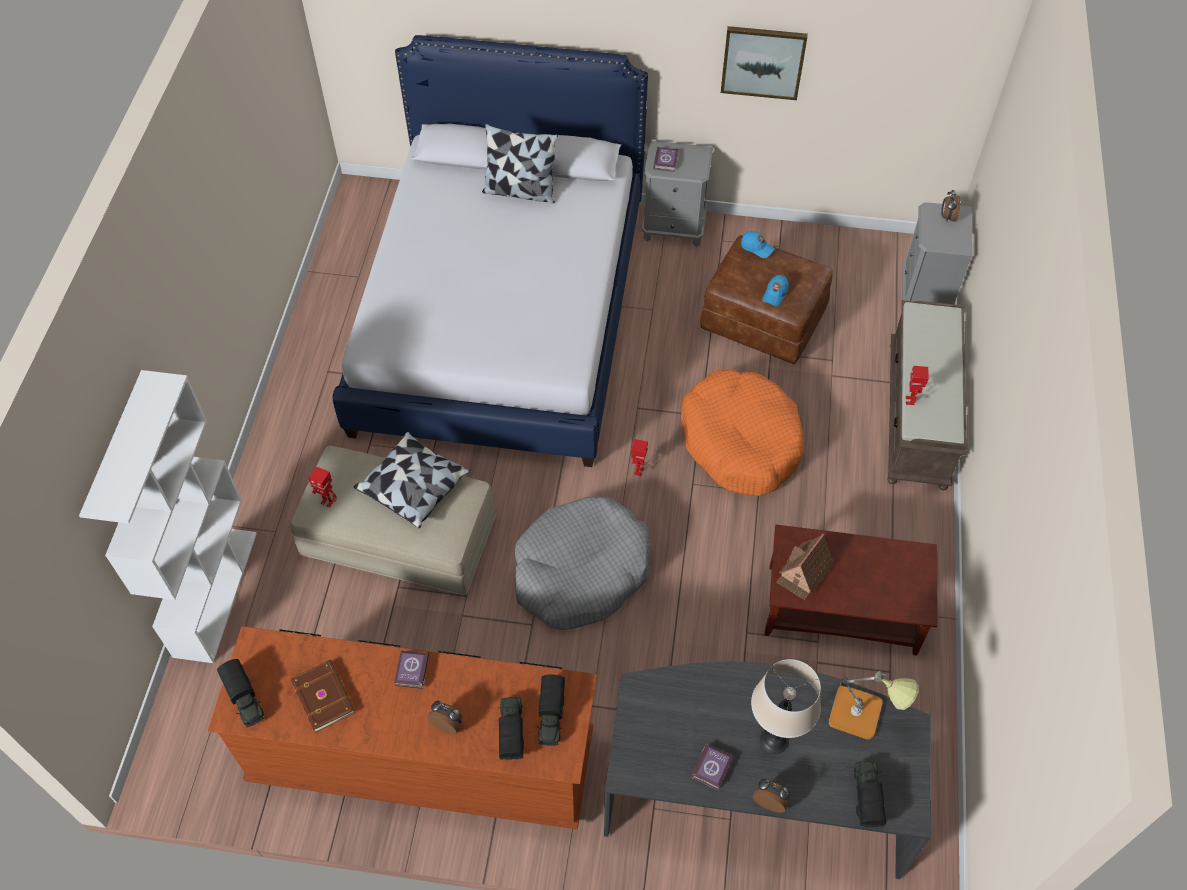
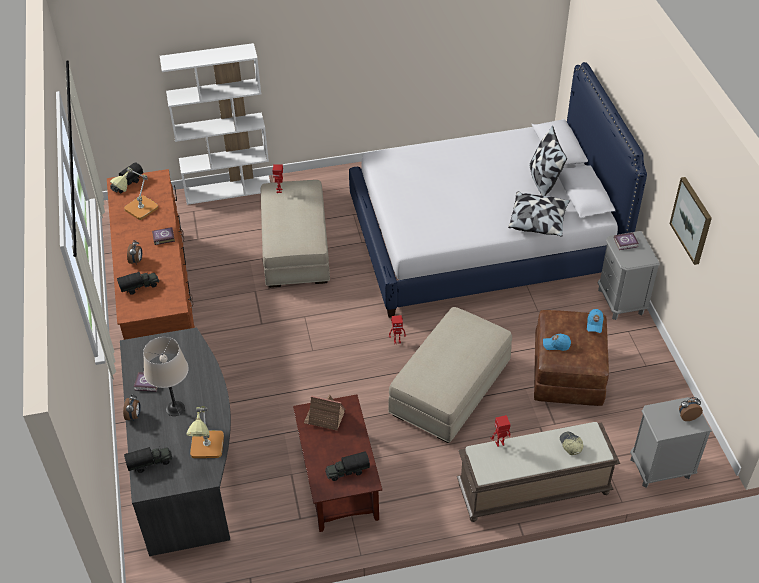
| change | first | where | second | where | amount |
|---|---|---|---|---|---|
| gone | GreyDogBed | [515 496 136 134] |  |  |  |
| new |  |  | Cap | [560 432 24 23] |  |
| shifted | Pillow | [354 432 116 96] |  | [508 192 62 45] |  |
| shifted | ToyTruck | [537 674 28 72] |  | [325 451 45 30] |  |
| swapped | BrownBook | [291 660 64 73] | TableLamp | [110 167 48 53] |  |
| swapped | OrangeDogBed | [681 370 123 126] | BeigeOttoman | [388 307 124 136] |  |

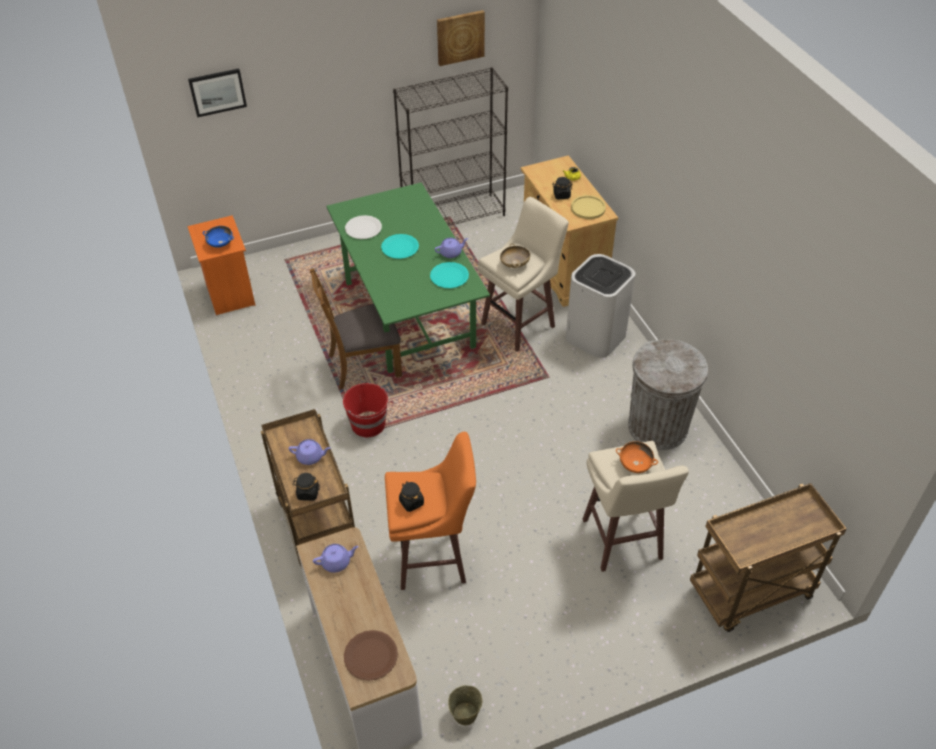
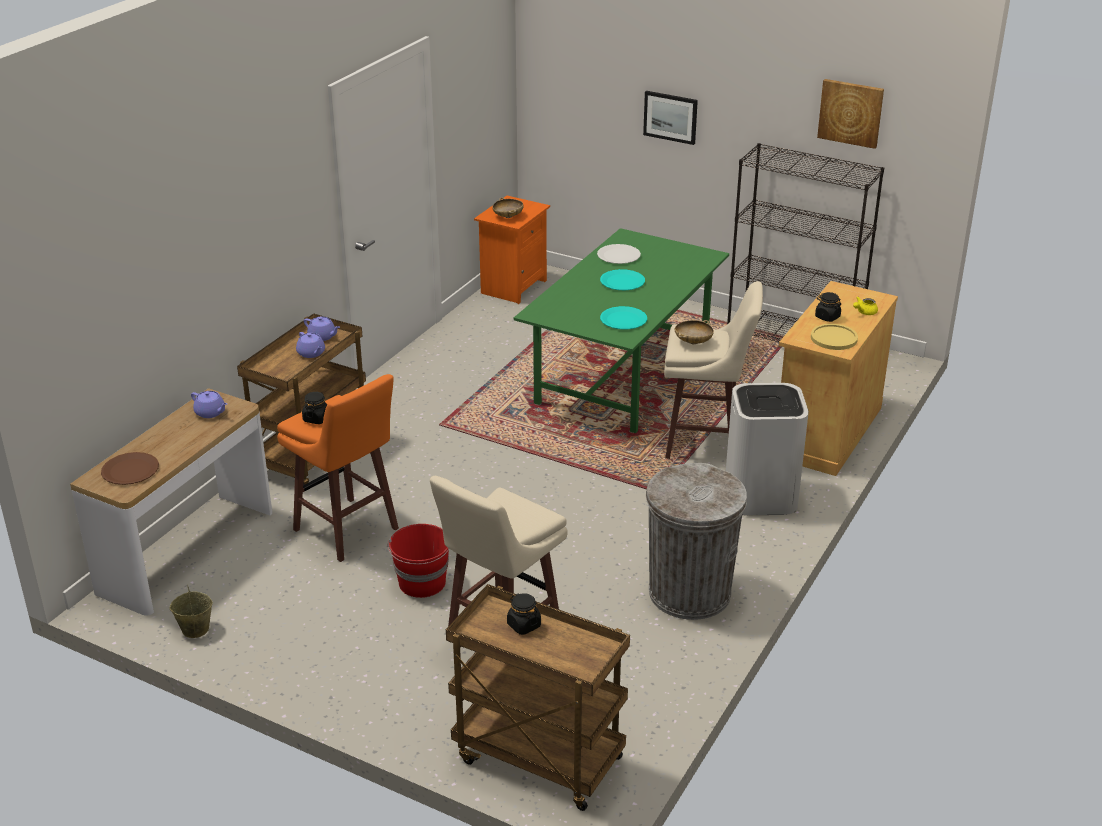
| change | first | where | second | where | amount |
|---|---|---|---|---|---|
| gone | BrownChair | [310 268 92 121] |  |  |  |
| gone | OrangeBowl | [616 441 42 32] |  |  |  |
| shifted | Picture | [188 68 59 49] |  | [643 91 55 54] |  |
| shifted | BlackJar | [292 473 28 28] |  | [507 593 34 42] |  |
| shifted | RedBucket | [343 383 47 54] |  | [388 524 61 74] |  |
| shifted | PurpleTeapot | [435 238 33 20] |  | [304 316 36 25] |  |
| repainted | BlueBowl | [203 226 31 22] | BeigeBowl | [492 198 31 20] |  |

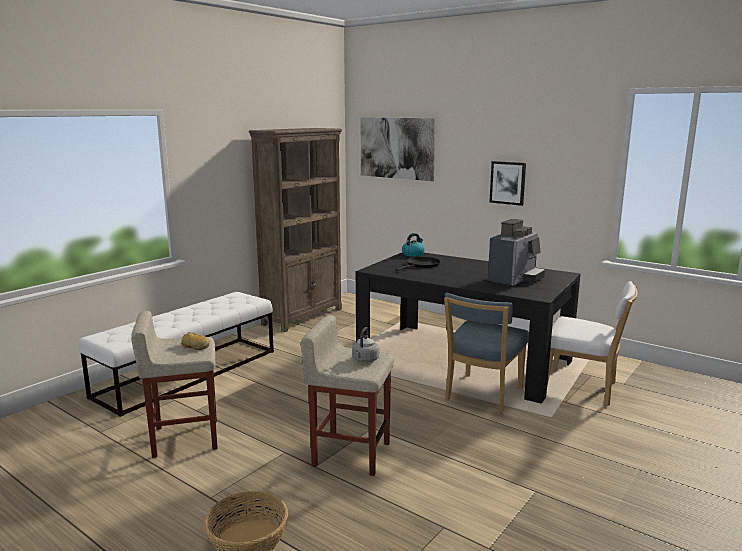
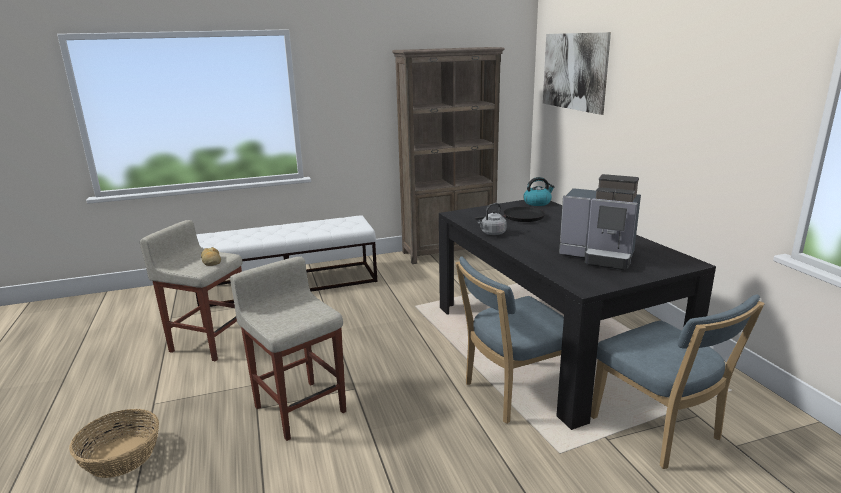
| change | first | where | second | where | amount |
|---|---|---|---|---|---|
| gone | Picture | [489 161 37 45] |  |  |  |
| shifted | GreyKettle | [352 327 27 36] |  | [478 203 29 32] |  |
| repainted | WhiteChair | [547 281 91 125] | BlueChair | [591 294 174 175] |  |
| rotated | CoffeeMachine | [488 219 57 67] |  | [559 174 82 96] | 45 degrees clockwise |

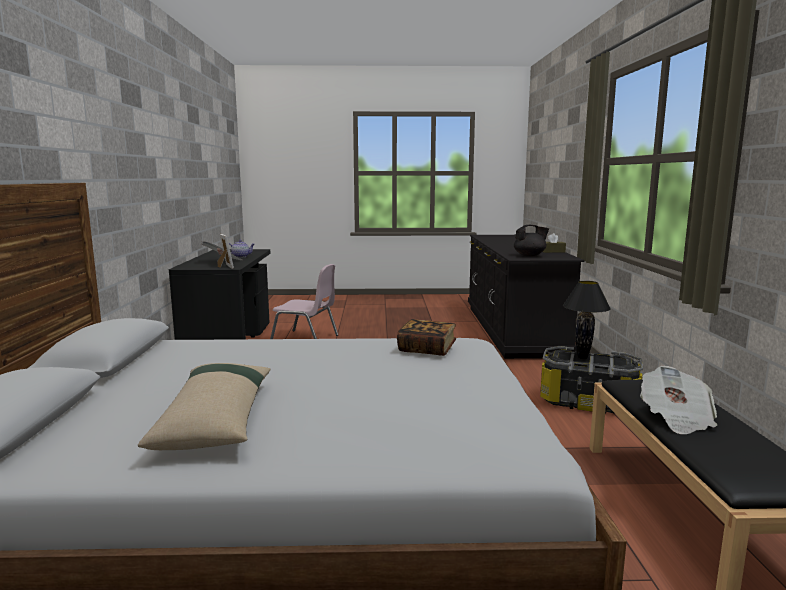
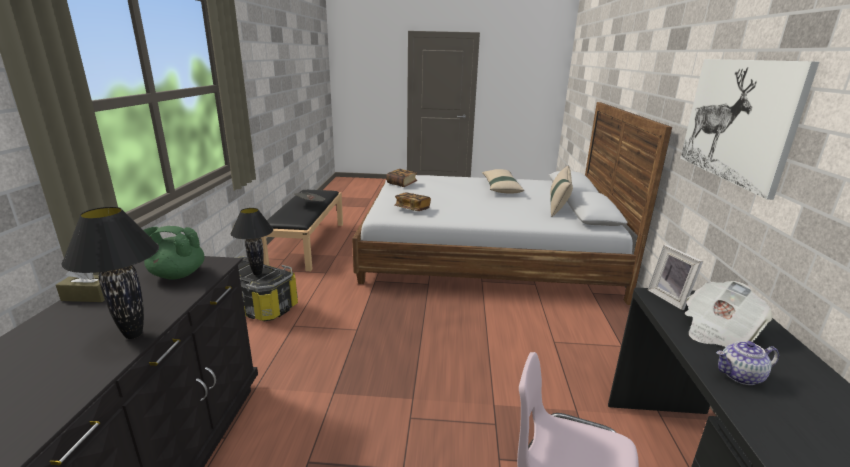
| change | first | where | second | where | amount |
|---|---|---|---|---|---|
| new |  |  | BlackTableLamp | [62 207 97 132] |  |
| new |  |  | Book | [386 169 31 18] |  |
| new |  |  | BeigePillow | [550 166 23 51] |  |
| new |  |  | Picture | [680 59 139 141] |  |
| repainted | BlackTeapot | [514 225 35 31] | GreenTeapot | [144 226 60 53] |  |

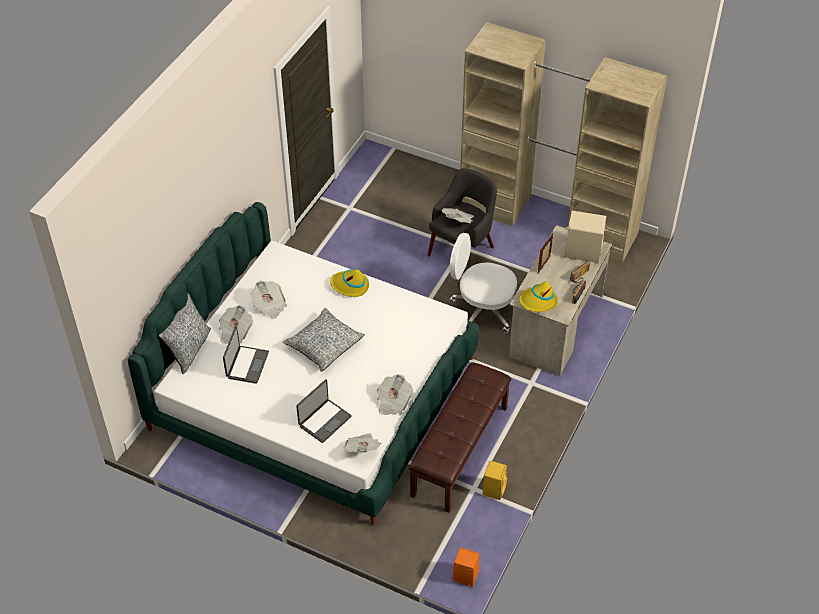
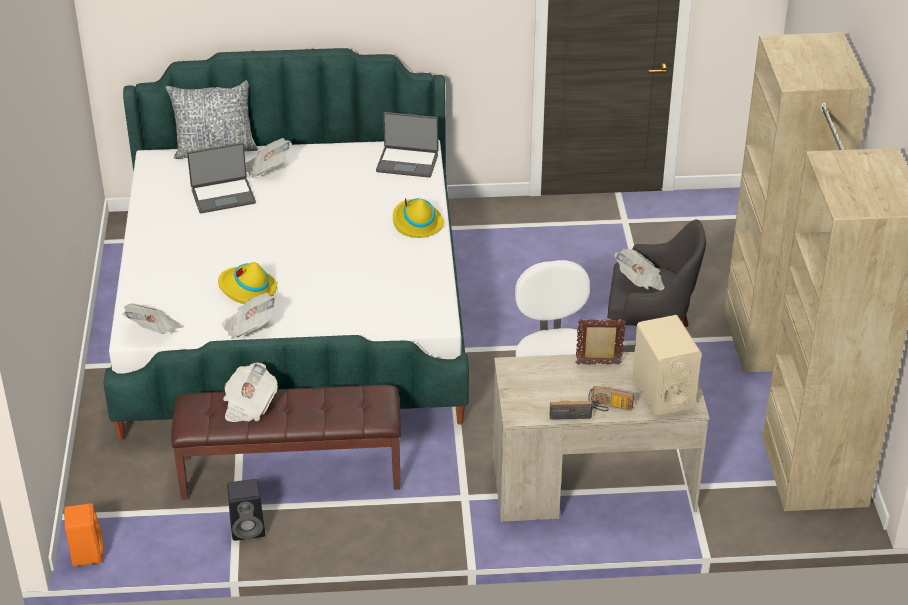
| change | first | where | second | where | amount |
|---|---|---|---|---|---|
| gone | Pillow | [282 308 83 64] |  |  |  |
| shifted | Newspaper | [251 280 36 39] |  | [223 363 55 59] |  |
| shifted | Laptop | [296 379 56 64] |  | [376 112 62 66] |  |
| shifted | YellowHat | [519 281 39 31] |  | [218 262 59 42] |  |
| repainted | YellowSpeaker | [482 461 25 39] | BlackSpeaker | [227 479 38 62] |  |

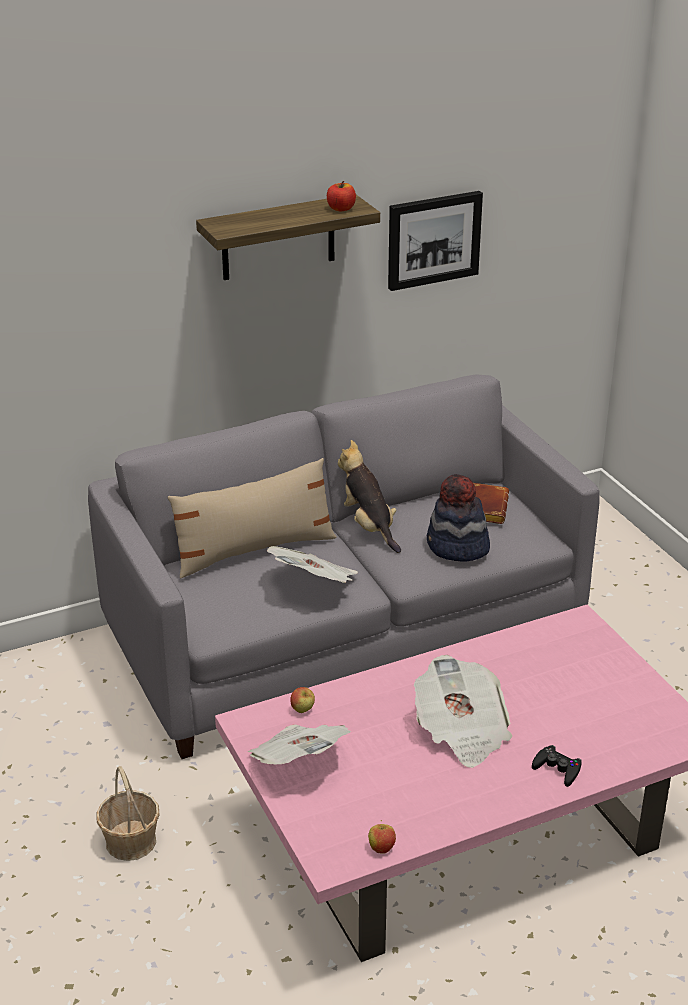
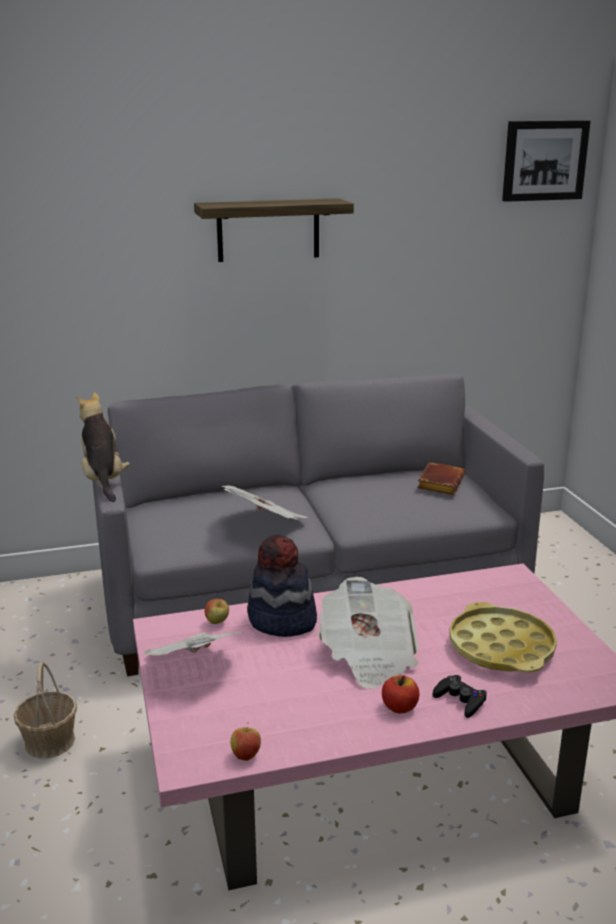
| change | first | where | second | where | amount |
|---|---|---|---|---|---|
| gone | BeigePillow | [168 458 169 121] |  |  |  |
| new |  |  | YellowTray | [449 602 108 71] |  |
| shifted | Apple | [327 181 29 30] |  | [382 676 37 37] |  |
| shifted | PlushToy | [338 440 63 113] |  | [77 392 53 110] |  |
| shifted | Picture | [388 191 95 100] |  | [502 120 89 82] |  |
| shifted | Hat | [427 474 63 88] |  | [247 534 70 103] |  |

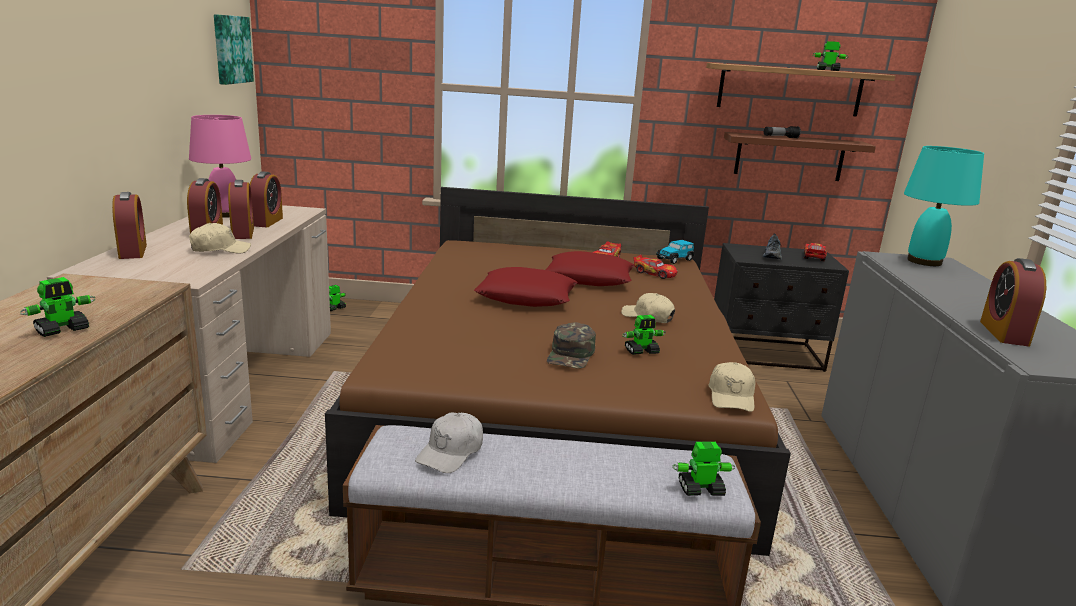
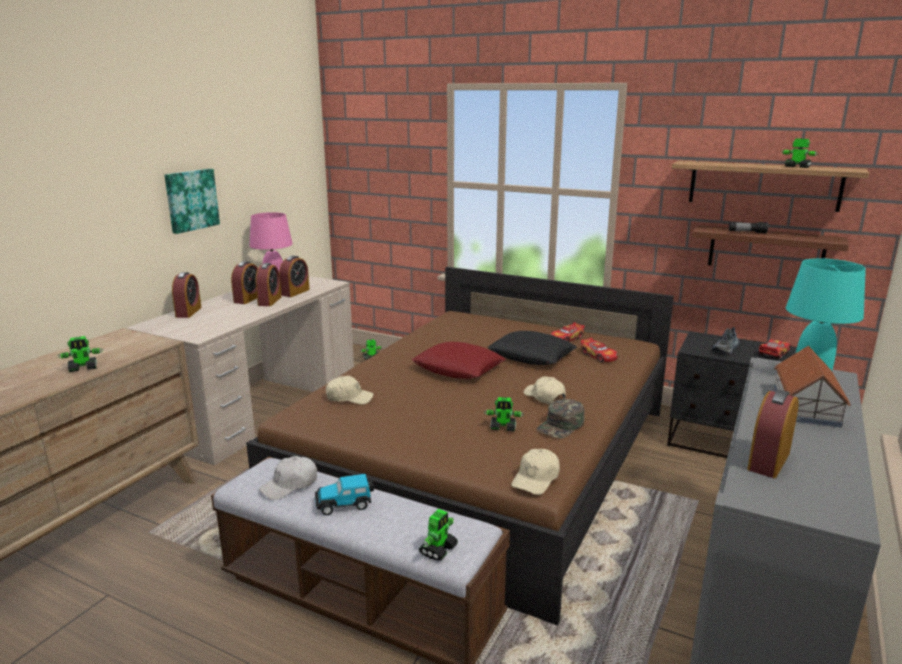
| change | first | where | second | where | amount |
|---|---|---|---|---|---|
| new |  |  | ToyHouse | [774 346 77 82] |  |
| shifted | BeigeCap | [189 223 62 31] |  | [326 376 48 29] |  |
| shifted | Picture | [214 14 40 71] |  | [165 169 55 65] |  |
| shifted | GreenCap | [547 322 49 47] |  | [537 399 47 39] |  |
| shifted | ToyCar | [656 240 38 24] |  | [315 474 59 41] |  |
| repainted | RedPillow | [545 251 90 35] | BlackPillow | [488 331 89 34] |  |
| rotated | ToyRobot | [672 441 63 55] |  | [419 509 39 52] | 105 degrees clockwise |

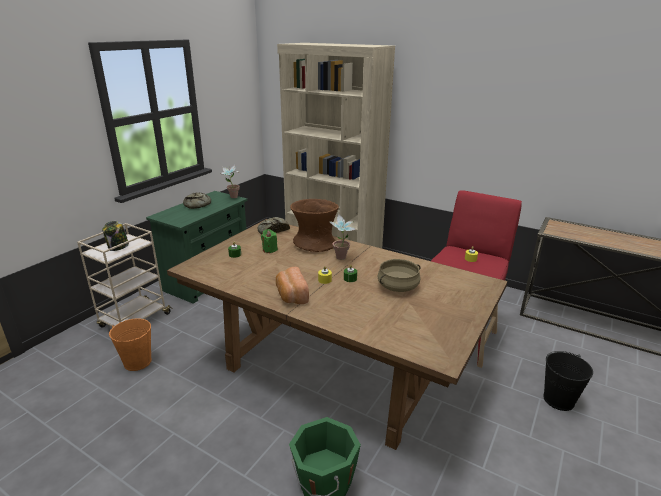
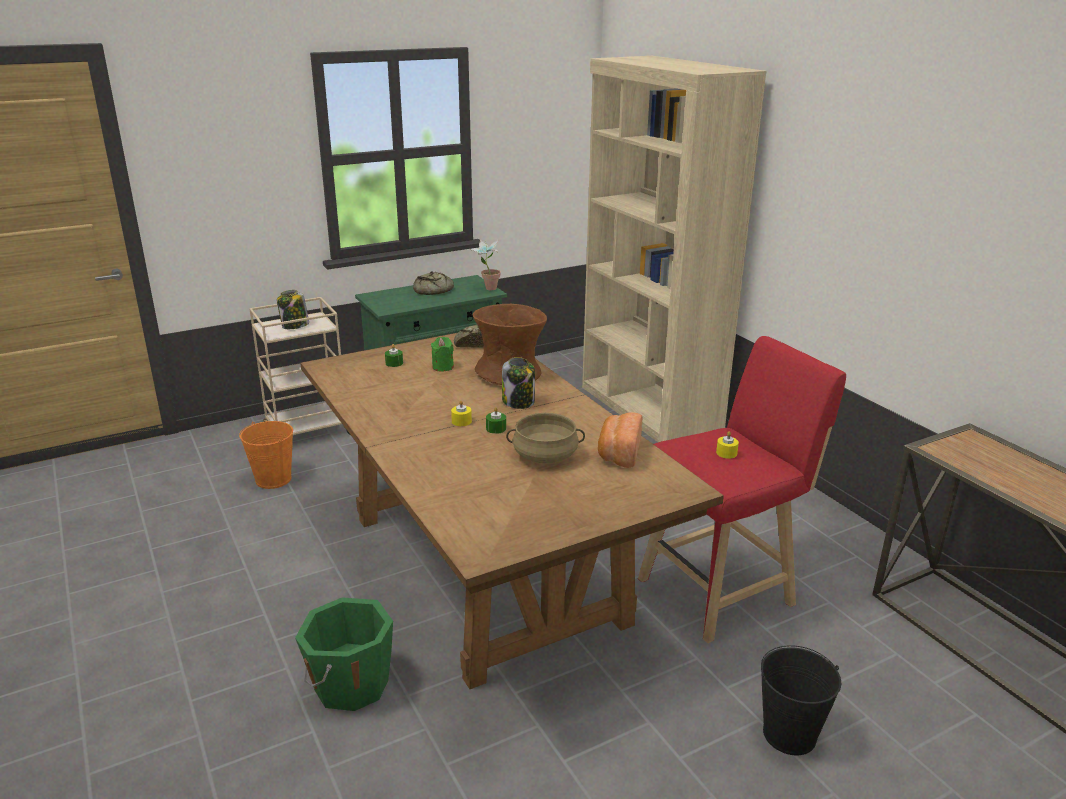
| change | first | where | second | where | amount |
|---|---|---|---|---|---|
| shifted | Bread | [276 267 33 37] |  | [598 412 44 56] |  |
| swapped | PottedPlant | [329 214 27 46] | Jar | [502 357 33 52] |  |

